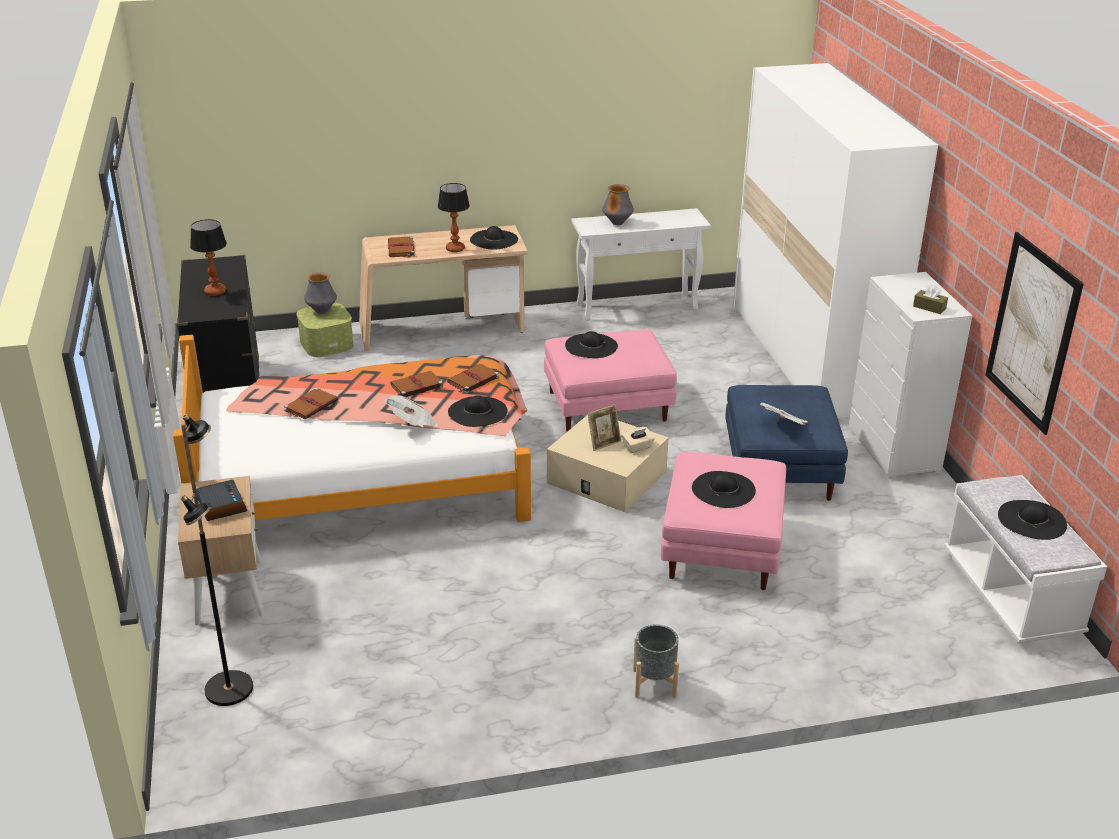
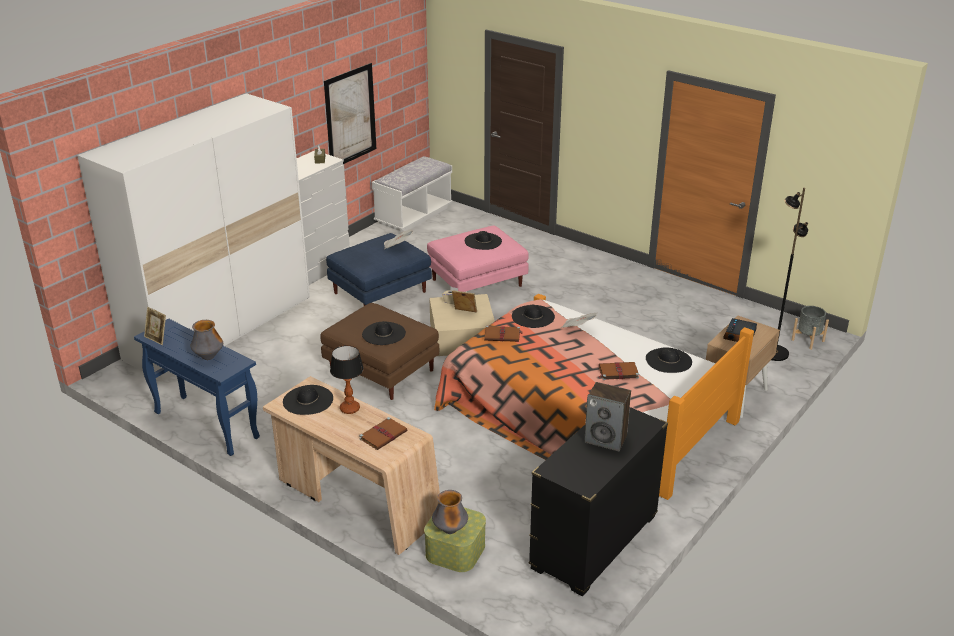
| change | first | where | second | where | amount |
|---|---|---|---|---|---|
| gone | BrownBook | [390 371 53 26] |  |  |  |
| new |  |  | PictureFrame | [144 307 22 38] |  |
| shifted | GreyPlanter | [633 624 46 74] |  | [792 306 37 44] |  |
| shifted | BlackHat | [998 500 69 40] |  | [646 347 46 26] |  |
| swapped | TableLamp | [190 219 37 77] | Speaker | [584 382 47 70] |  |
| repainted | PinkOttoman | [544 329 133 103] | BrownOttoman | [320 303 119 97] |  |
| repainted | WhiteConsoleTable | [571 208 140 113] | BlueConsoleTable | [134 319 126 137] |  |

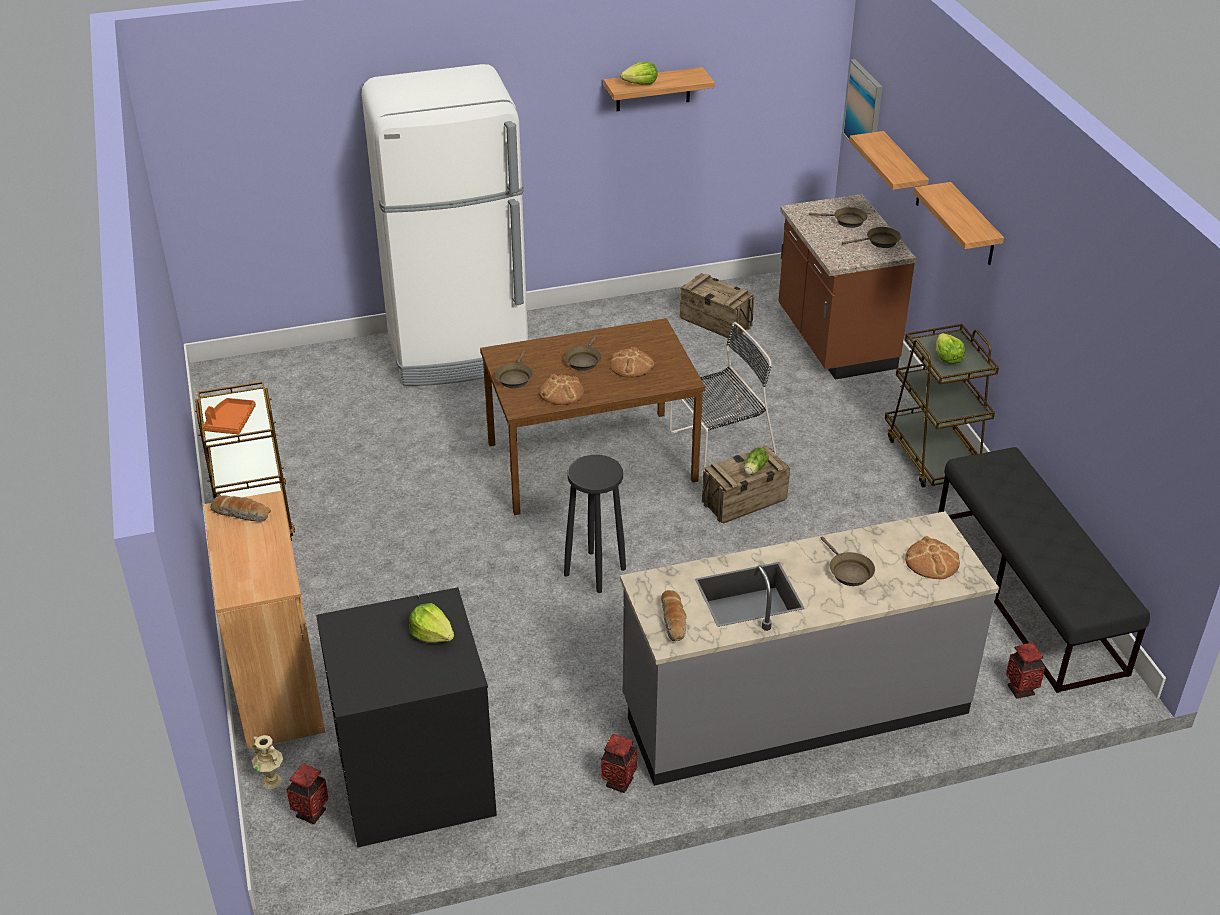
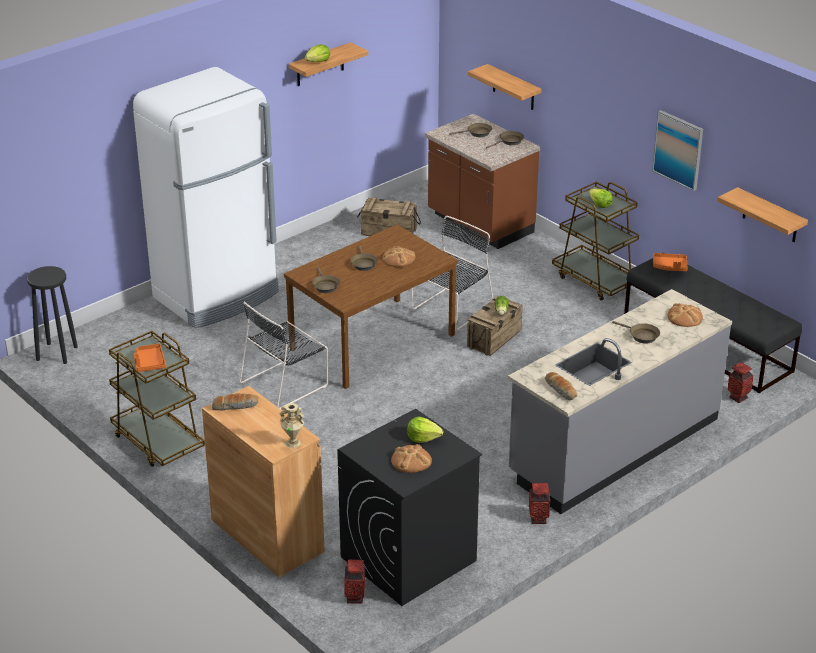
| change | first | where | second | where | amount |
|---|---|---|---|---|---|
| new |  |  | BlackChair | [239 301 89 108] |  |
| new |  |  | OrangeTray | [653 253 35 18] |  |
| shifted | BeigeVase | [252 735 31 54] |  | [279 403 25 45] |  |
| shifted | Bread | [539 374 45 31] |  | [391 444 41 29] |  |
| shifted | BlackStool | [564 455 62 138] |  | [27 266 51 98] |  |
| shifted | Picture | [843 59 39 101] |  | [652 110 51 81] |  |
| shifted | Shelf | [913 182 91 83] |  | [717 187 91 55] |  |

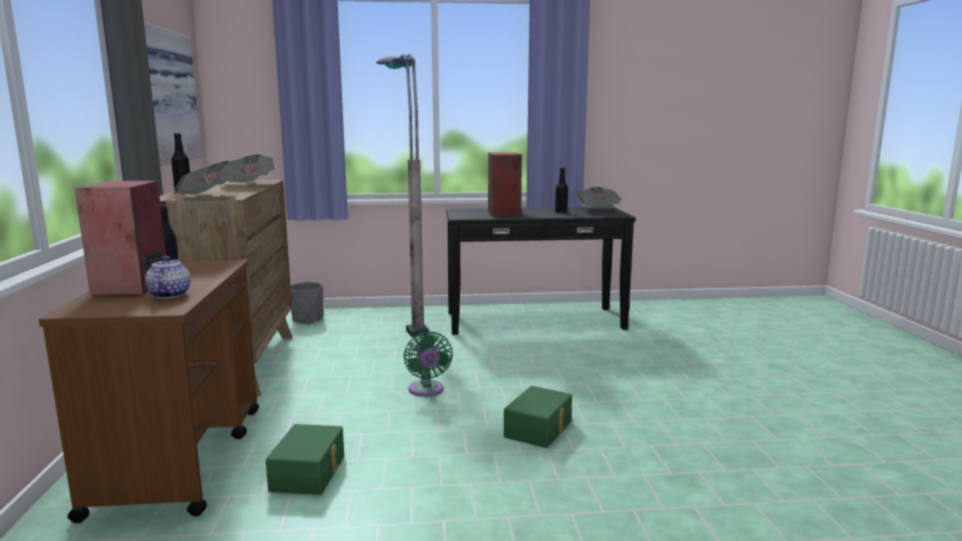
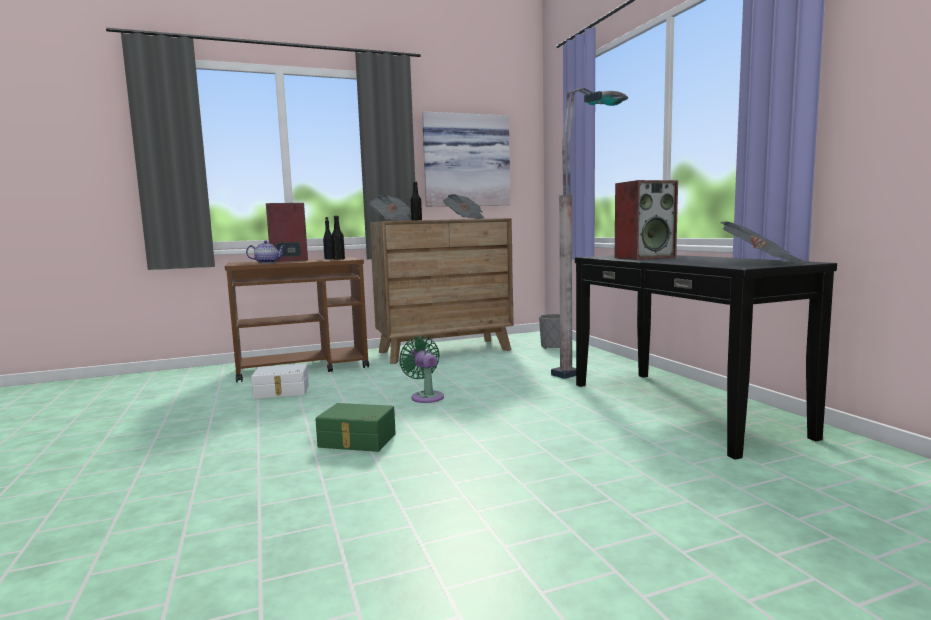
| change | first | where | second | where | amount |
|---|---|---|---|---|---|
| shifted | BlackBottle | [555 168 13 45] |  | [331 216 14 44] |  |
| repainted | GreenStorageBox | [266 424 78 71] | WhiteStorageBox | [251 364 58 35] |  |
| rotated | GreenFan | [403 331 50 66] |  | [399 336 45 67] | 90 degrees clockwise |

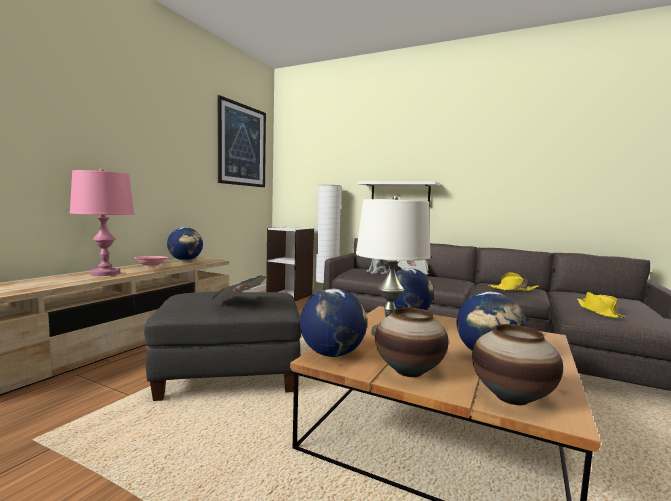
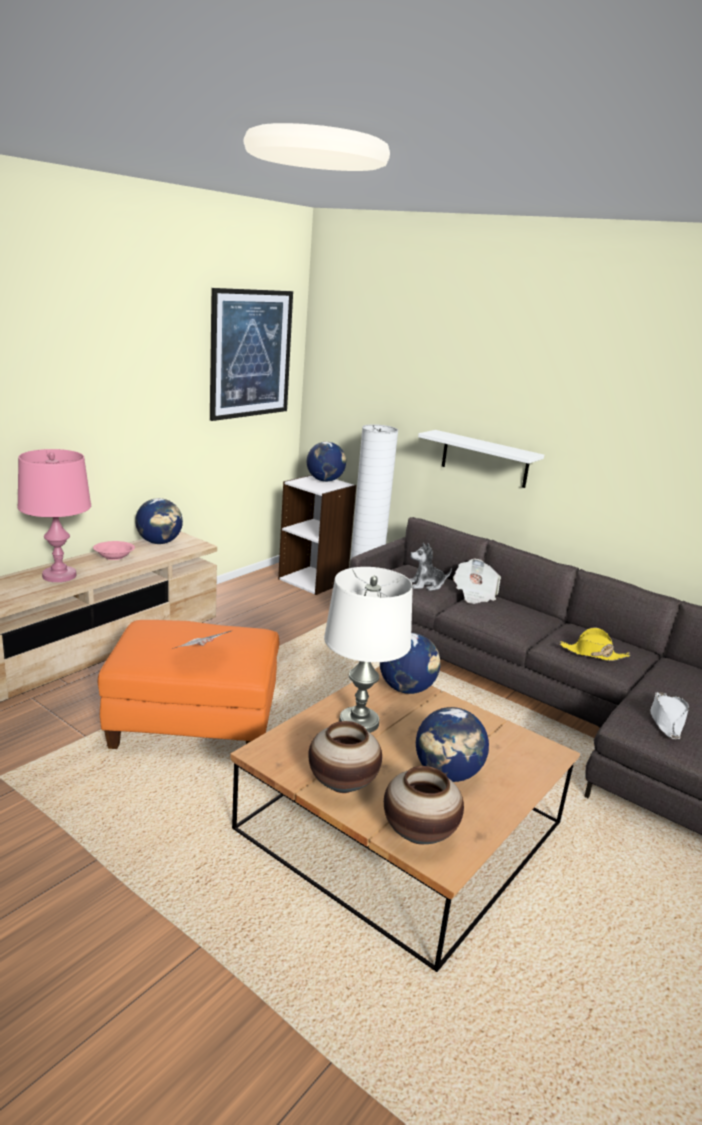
| change | first | where | second | where | amount |
|---|---|---|---|---|---|
| shifted | Globe | [300 289 67 68] |  | [307 442 39 40] |  |
| repainted | GreyOttoman | [144 291 157 110] | OrangeOttoman | [98 620 182 129] |  |
| repainted | YellowHat | [577 292 48 26] | WhiteHat | [650 692 39 47] |  |

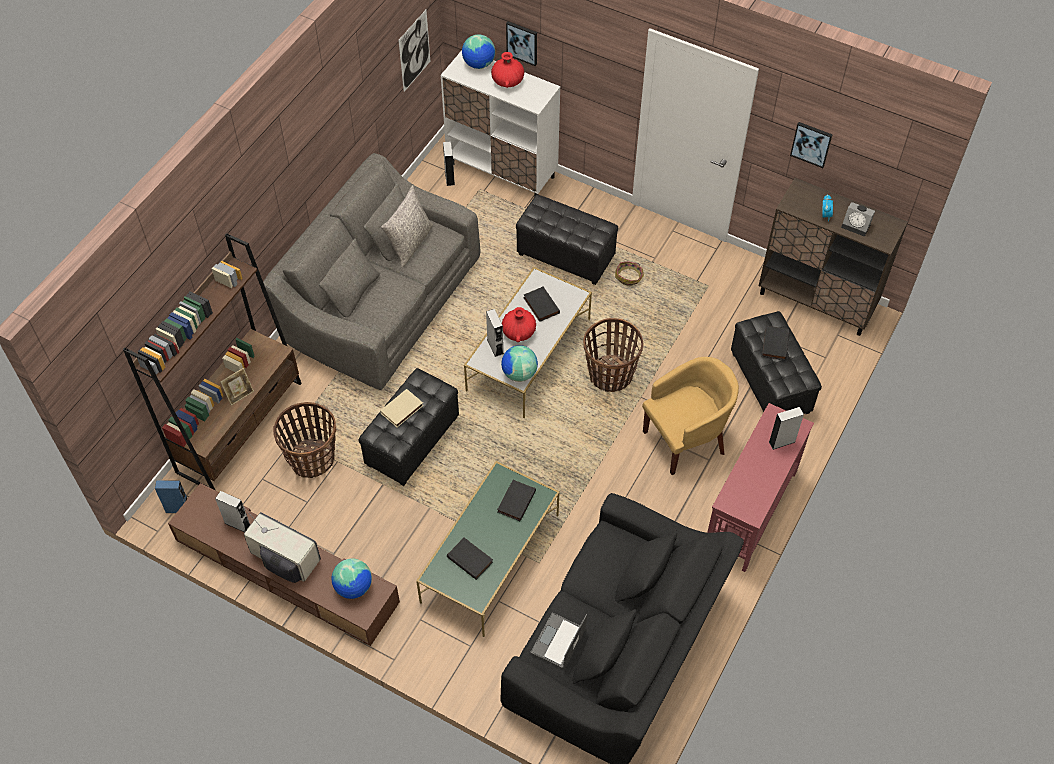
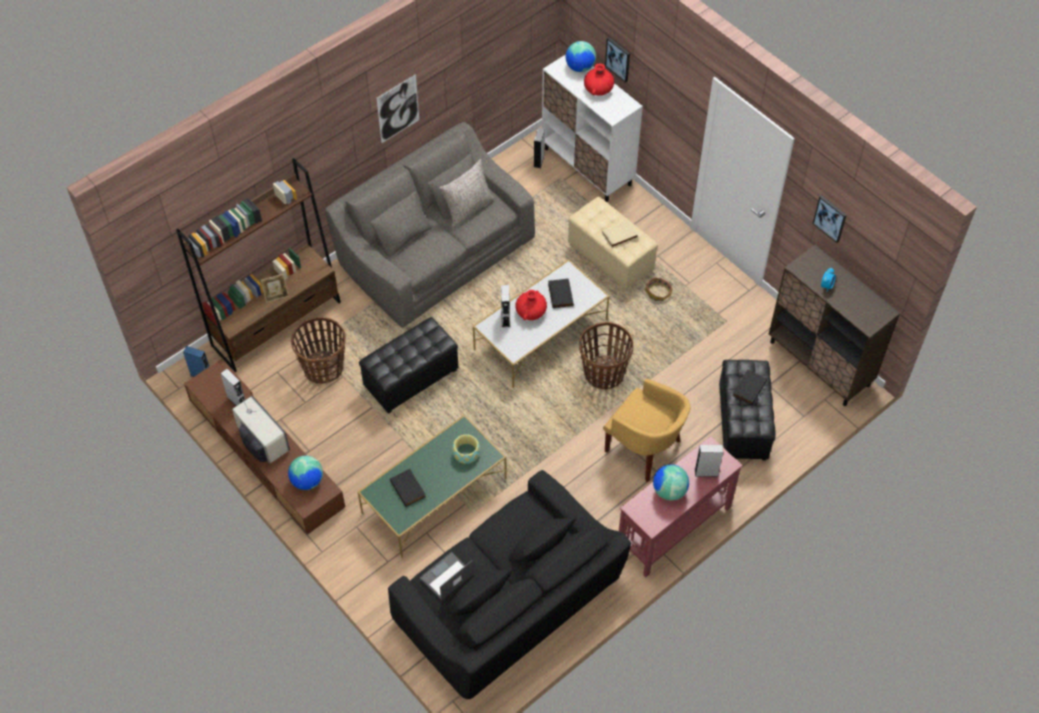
| change | first | where | second | where | amount |
|---|---|---|---|---|---|
| gone | AlarmClock | [841 202 34 35] |  |  |  |
| shifted | BeigeBook | [380 389 44 38] |  | [602 221 37 27] |  |
| shifted | Picture | [398 10 32 82] |  | [376 74 43 69] |  |
| shifted | Globe | [501 345 37 37] |  | [653 465 36 36] |  |
| swapped | BlackBook | [497 480 39 41] | Bowl | [452 435 28 29] |  |
| repainted | BlackOttoman | [516 195 102 90] | BeigeOttoman | [568 197 90 95] |  |
| rotated | YellowArmchair | [642 357 97 118] |  | [603 379 87 103] | 45 degrees clockwise |

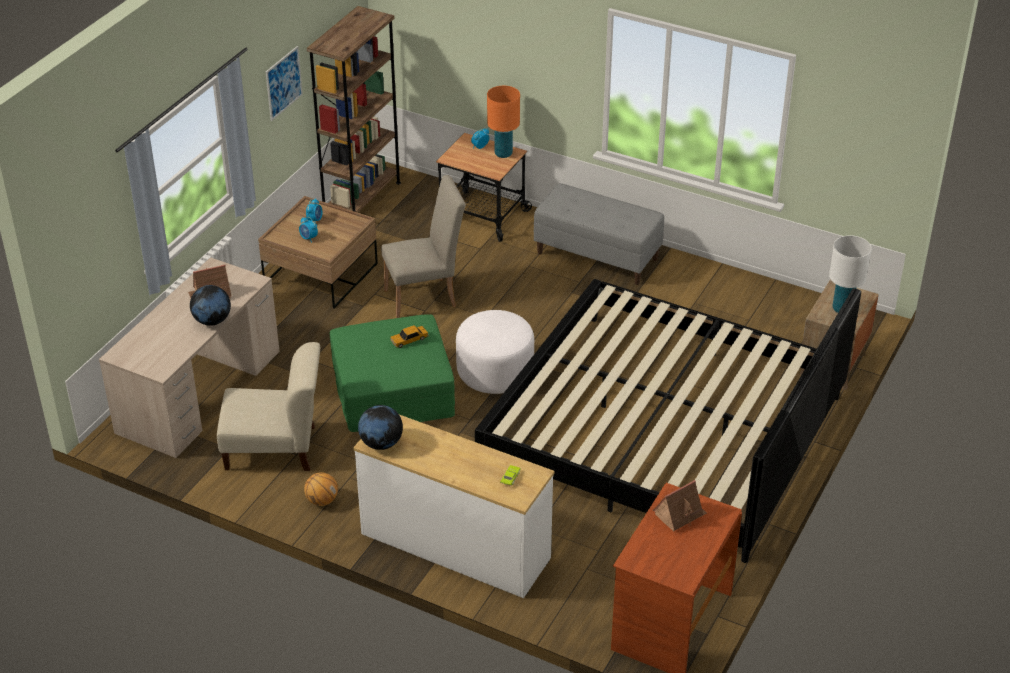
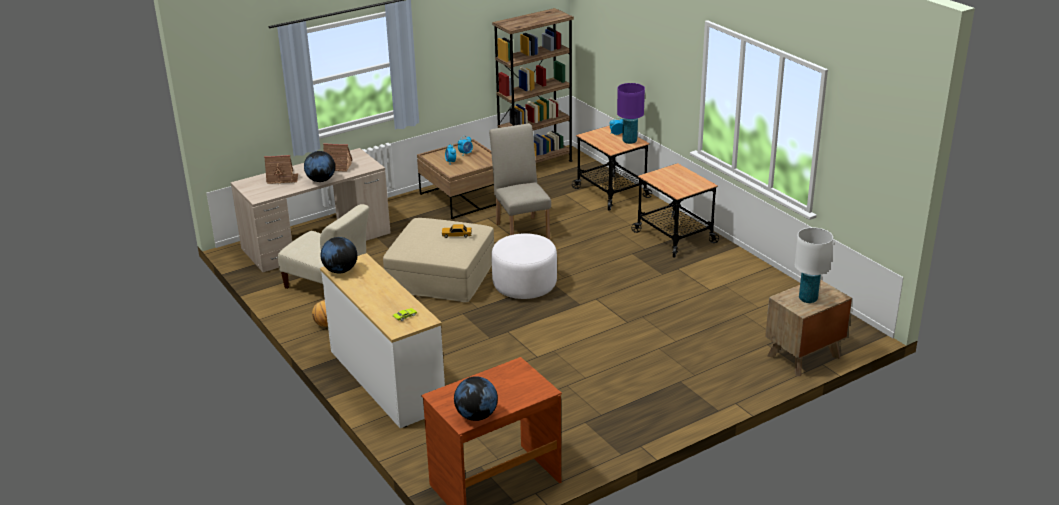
| change | first | where | second | where | amount |
|---|---|---|---|---|---|
| gone | Picture | [266 46 37 75] |  |  |  |
| gone | Bed | [475 279 386 284] |  |  |  |
| new |  |  | Globe | [454 376 44 45] |  |
| shifted | ToyHouse | [653 480 54 52] |  | [264 155 34 29] |  |
| swapped | GreyBench | [534 183 130 102] | Cart | [632 163 87 95] |  |
| repainted | GreenOttoman | [330 314 125 118] | BeigeOttoman | [383 218 111 84] |  |
| repainted | OrangeTableLamp | [487 86 33 72] | PurpleTableLamp | [617 83 28 61] |  |
| rotated | BeigeChair | [381 175 85 143] |  | [489 123 62 117] | 120 degrees counterclockwise |

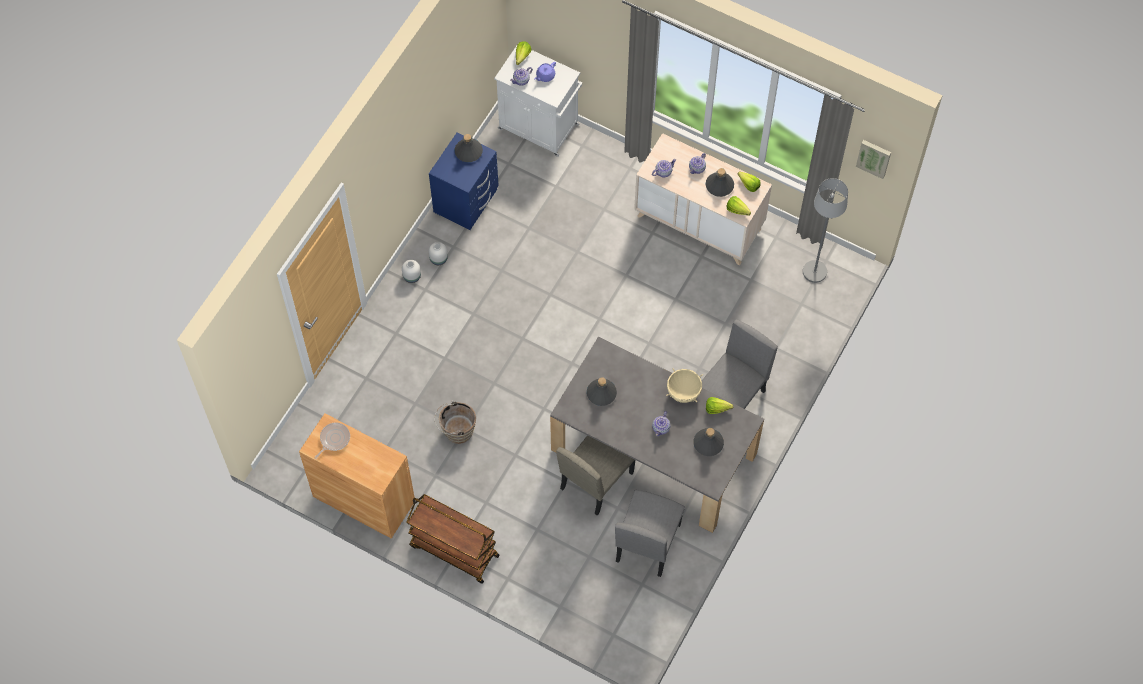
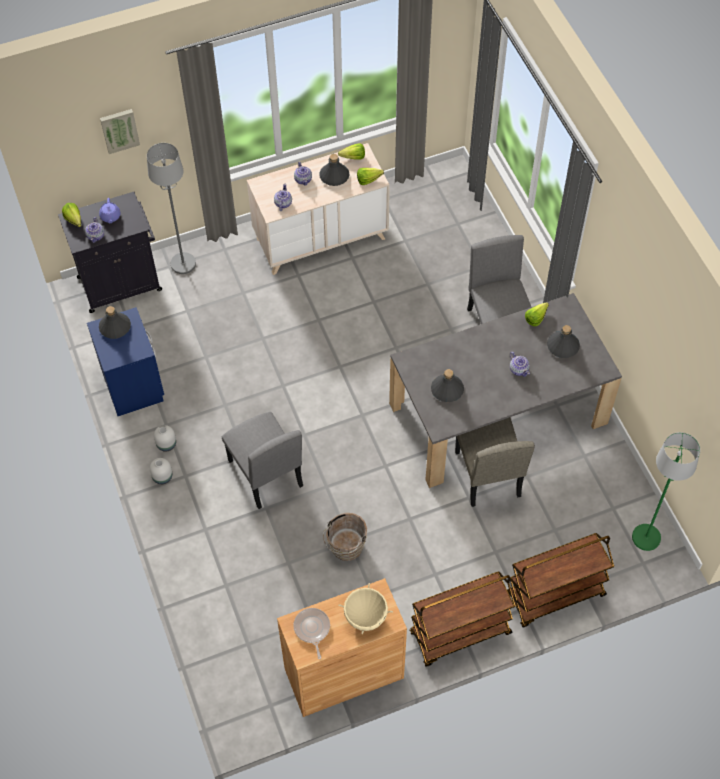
| change | first | where | second | where | amount |
|---|---|---|---|---|---|
| new |  |  | BrownCart | [507 533 107 94] |  |
| new |  |  | GreenFloorLamp | [632 432 68 119] |  |
| shifted | GreyChair | [615 490 70 87] |  | [221 412 82 97] |  |
| shifted | BeigeCookingPot | [666 368 37 35] |  | [339 583 54 51] |  |
| shifted | GreyFloorLamp | [803 178 45 105] |  | [147 143 49 131] |  |
| shifted | Picture | [856 140 35 39] |  | [100 109 40 45] |  |
| repainted | WhiteCabinet | [494 44 88 113] | BlackCabinet | [58 192 104 121] |  |

